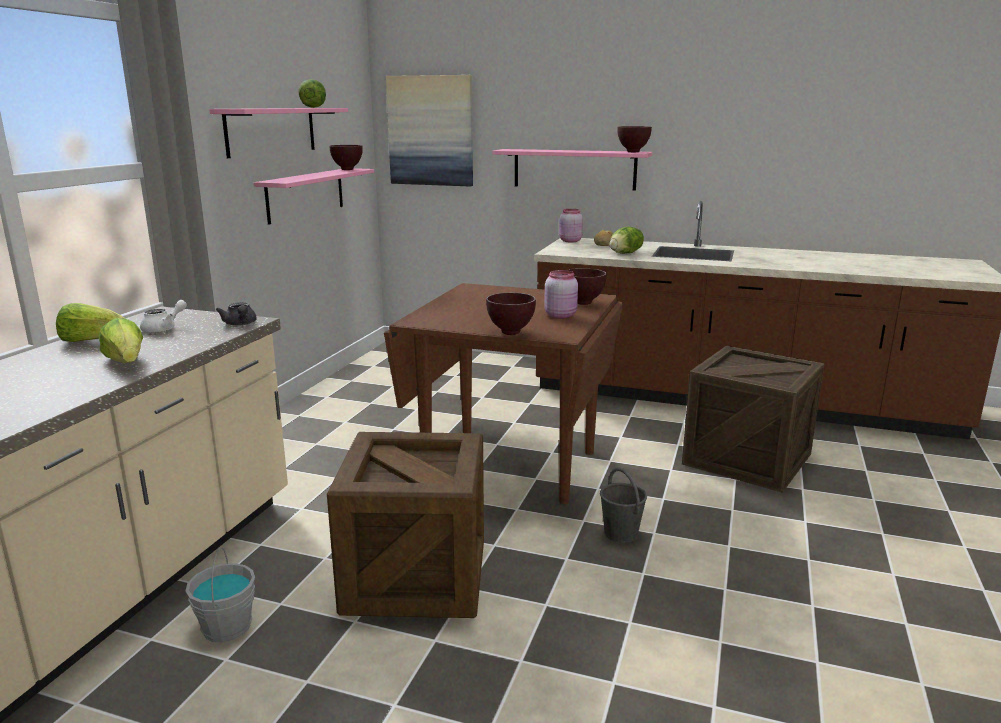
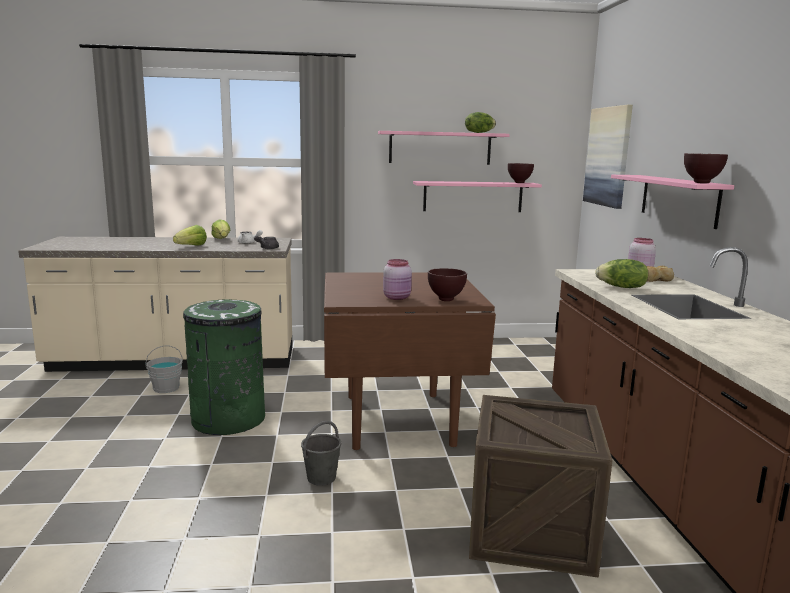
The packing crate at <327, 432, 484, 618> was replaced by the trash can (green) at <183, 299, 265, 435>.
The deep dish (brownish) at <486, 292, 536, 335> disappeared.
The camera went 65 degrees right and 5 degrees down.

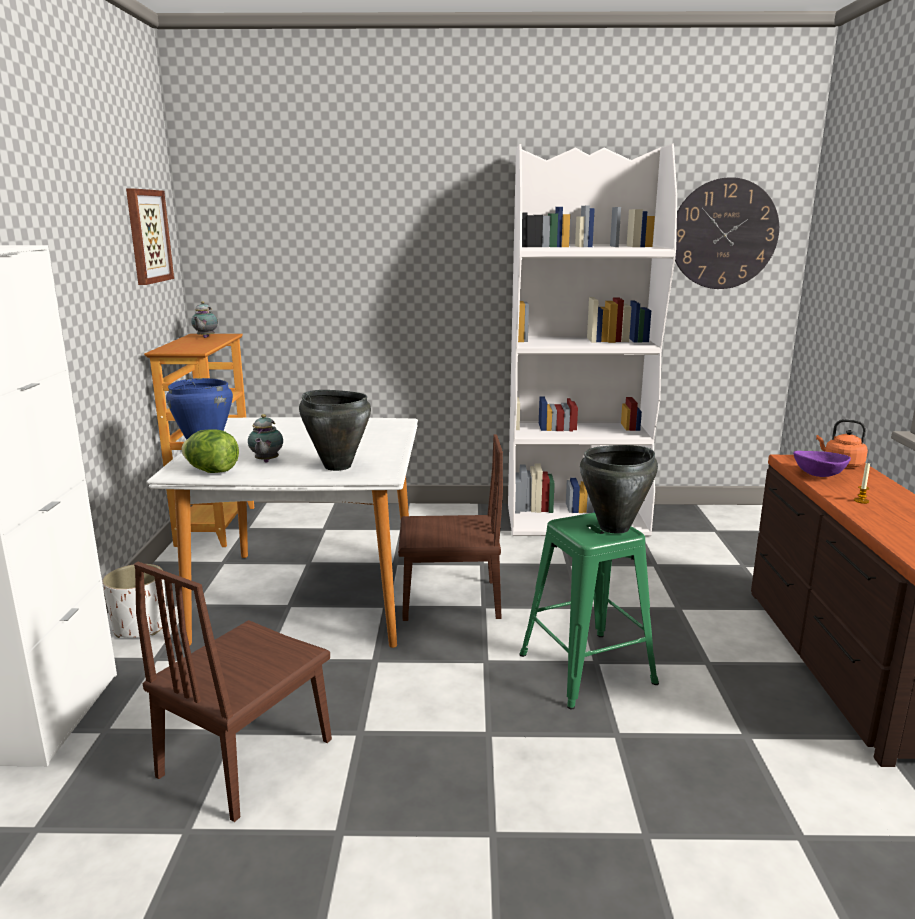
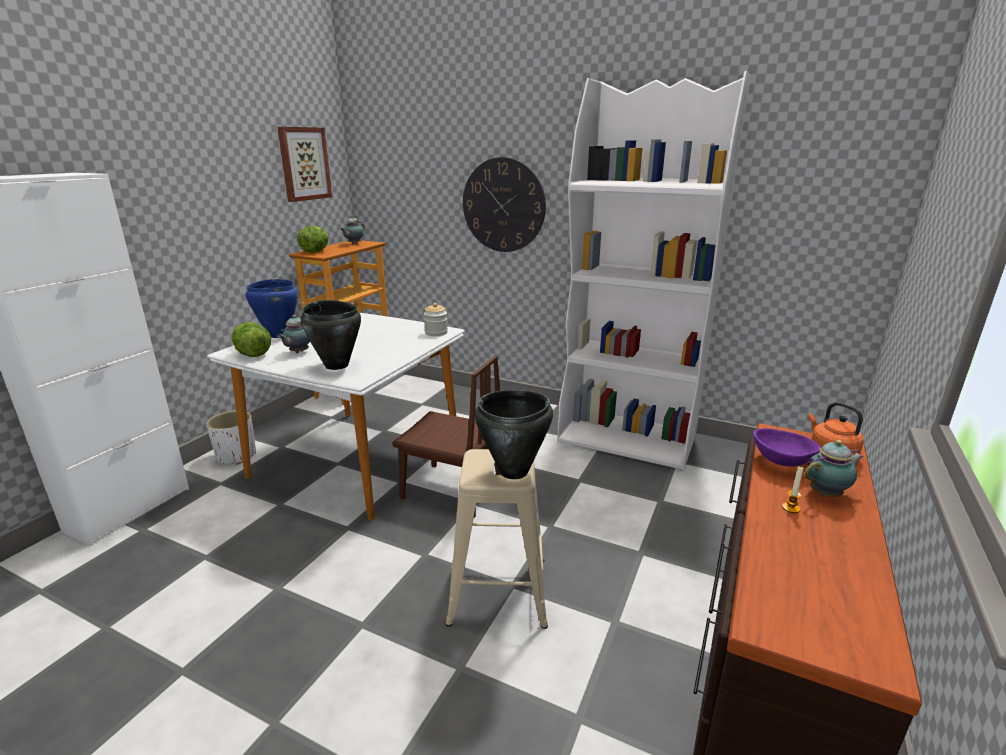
The lettuce at <297, 226, 329, 253> appeared.
The preserve jar at <424, 303, 448, 336> appeared.
The sitting stool (green) at <519, 512, 659, 709> became the sitting stool (beige-coloured) at <445, 449, 548, 629>.
The wall clock moved from <675, 177, 779, 289> to <463, 157, 546, 252>.
The teapot at <805, 440, 863, 497> appeared.
The chair (brownish) at <134, 562, 332, 822> disappeared.
The camera went 25 degrees right and 5 degrees up.

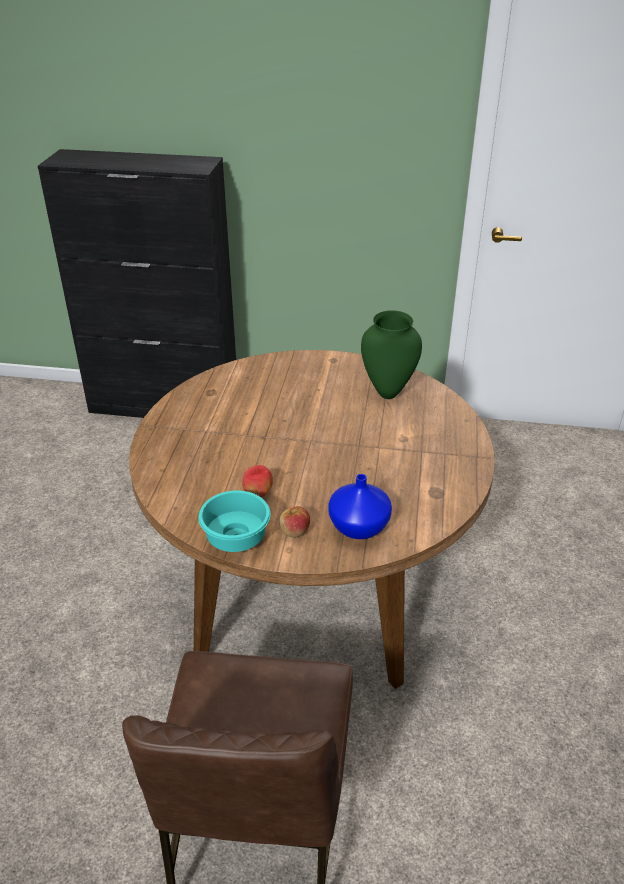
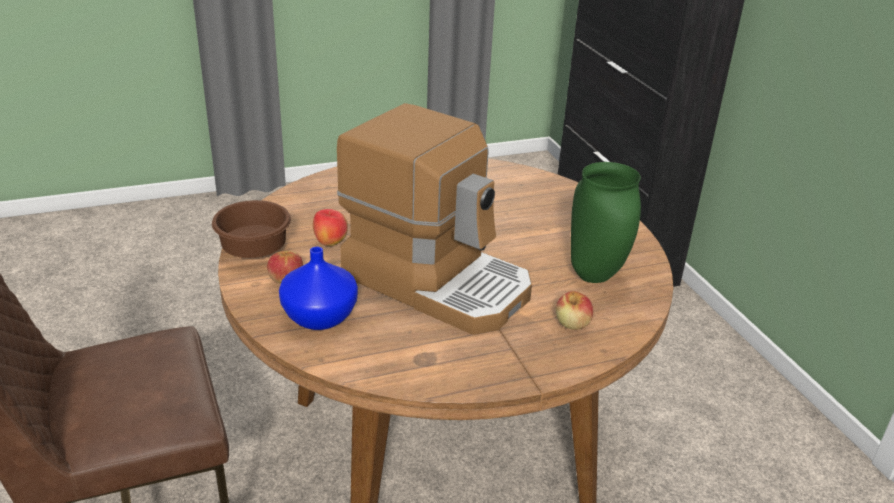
The deep dish (turquoise) at <198, 490, 270, 552> became the deep dish (brownish) at <212, 200, 291, 258>.
The coffee brewer at <337, 103, 532, 335> appeared.
The apple at <556, 291, 593, 330> appeared.
The camera went 60 degrees right and 5 degrees down.

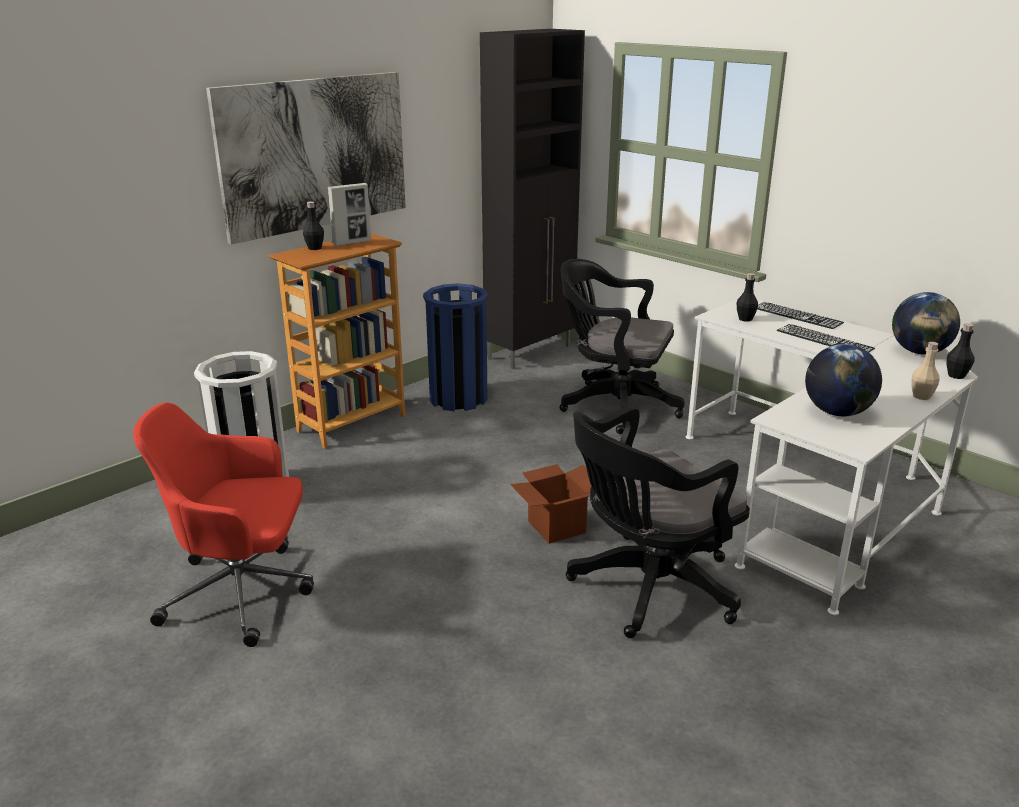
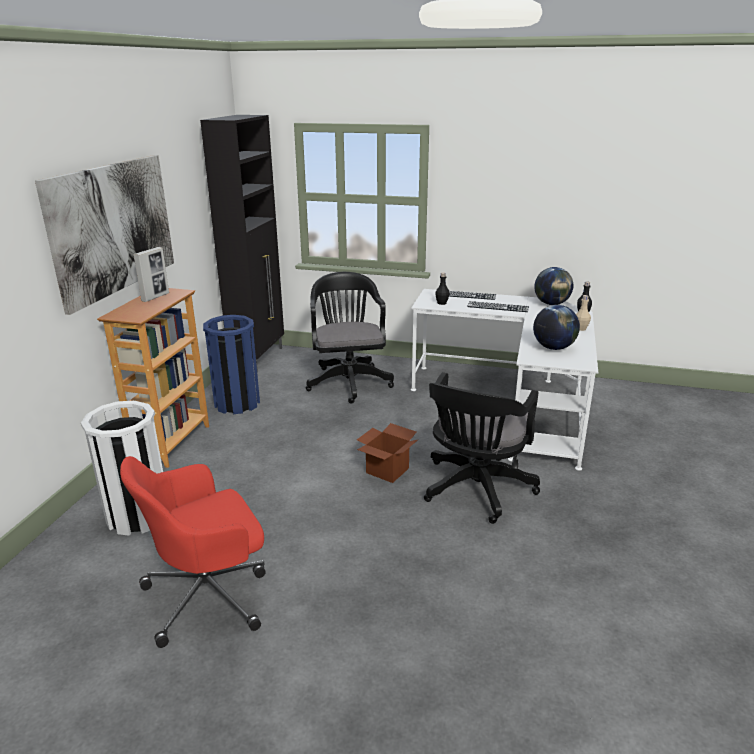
The computer chair (blackish) at <560, 259, 685, 434> turned 90 degrees clockwise.
The bottle (blackish) at <303, 201, 324, 250> disappeared.
The camera went 30 degrees left and 0 degrees up.

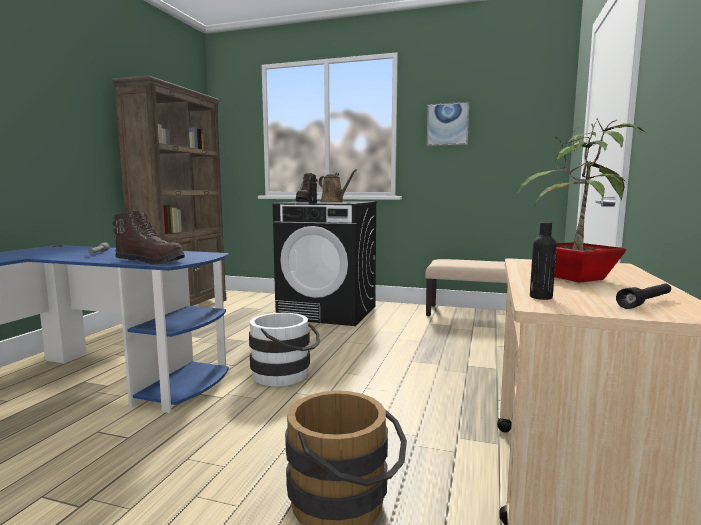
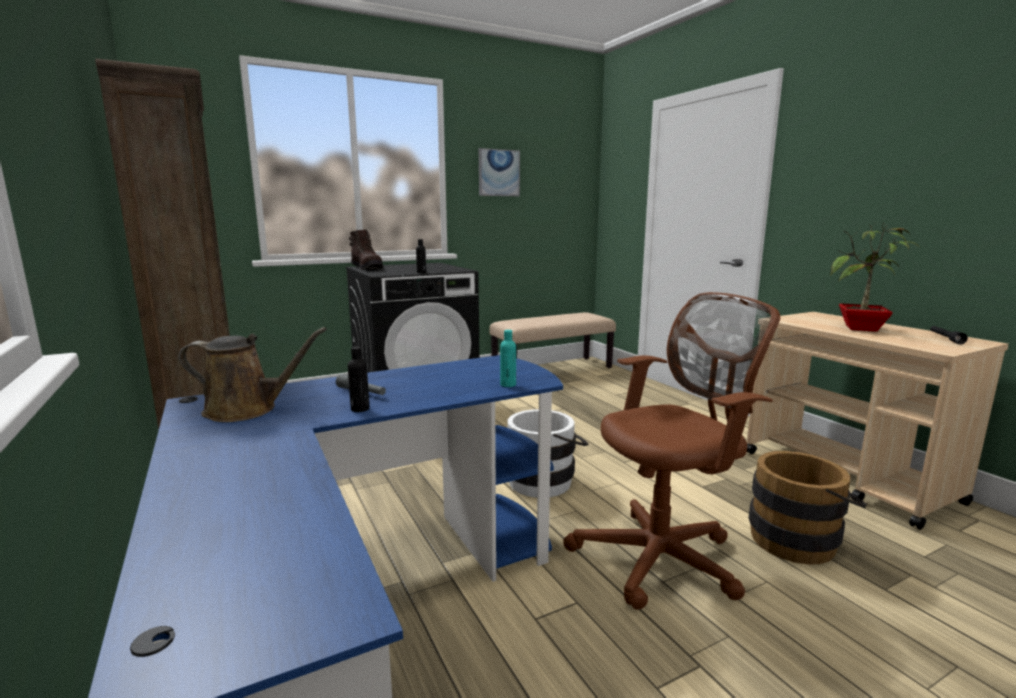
The watering pot (brownish) moved from <319, 169, 357, 202> to <178, 327, 327, 422>.
The bottle (blackish) moved from <530, 222, 557, 300> to <348, 346, 370, 412>.
The high-top boot (brownish) at <112, 209, 185, 265> was replaced by the bottle (turquoise) at <500, 330, 516, 387>.
The computer chair (brownish) at <563, 292, 780, 610> appeared.
The camera went 45 degrees left and 5 degrees up.

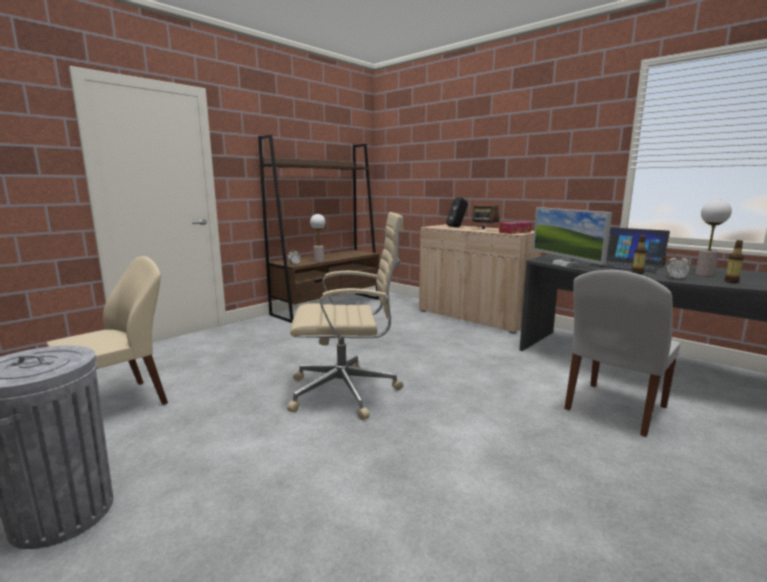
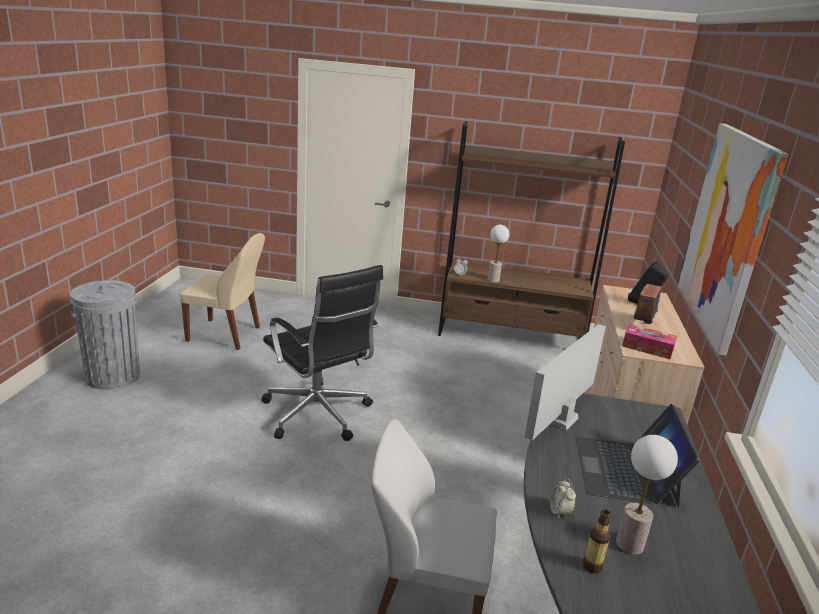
The computer chair (beige-coloured) at <287, 212, 404, 420> became the computer chair (blackish) at <261, 265, 383, 441>.
The wall picture at <677, 123, 788, 356> appeared.
The bottle at <632, 235, 647, 274> disappeared.
The camera went 55 degrees right and 10 degrees up.

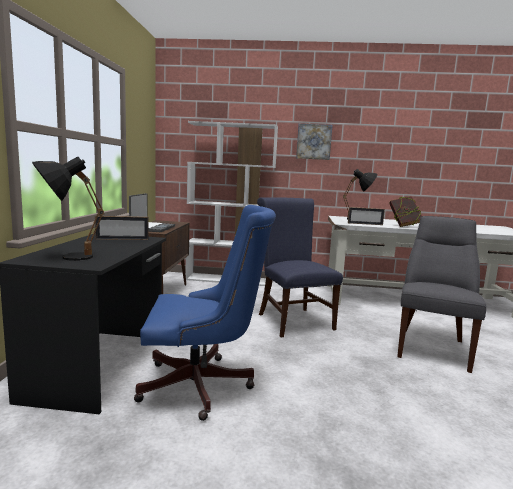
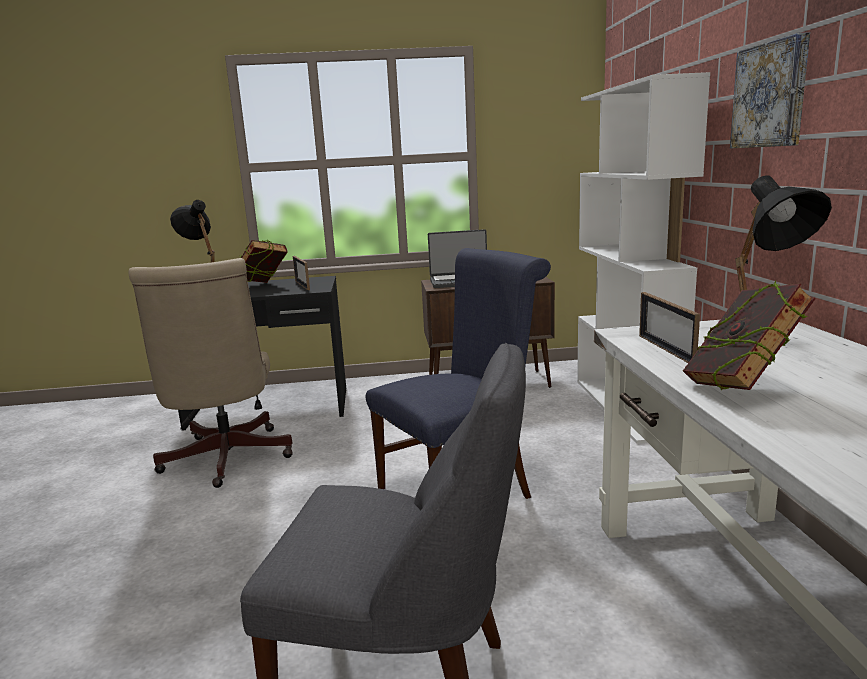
The computer chair (blue) at <134, 205, 276, 421> became the computer chair (beige-coloured) at <128, 258, 293, 488>.
The book at <240, 240, 287, 283> appeared.
The camera went 80 degrees right and 5 degrees up.

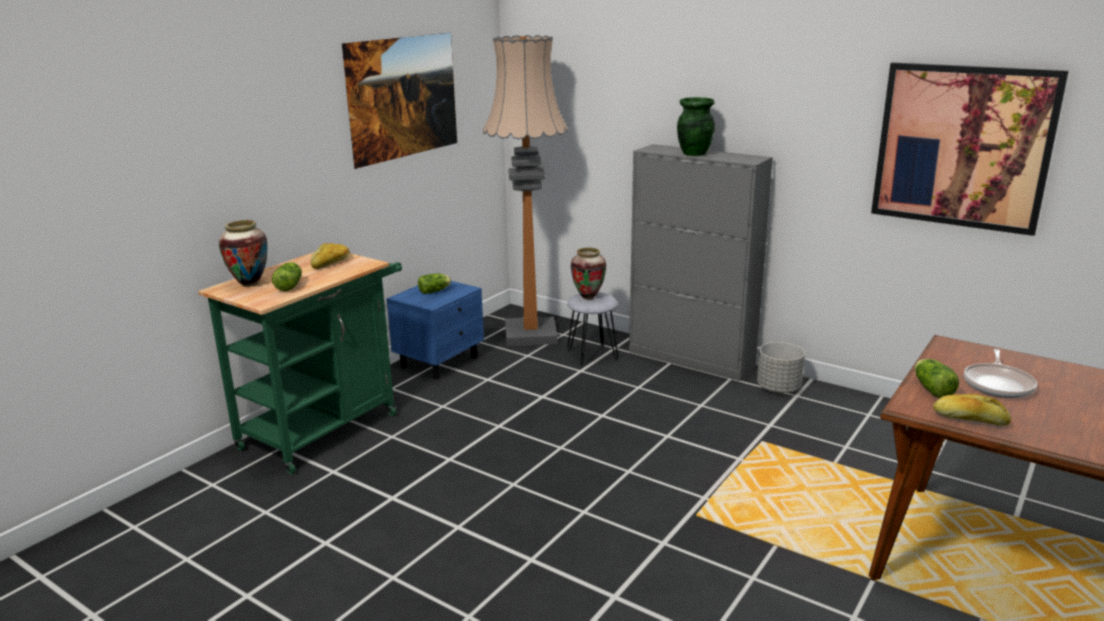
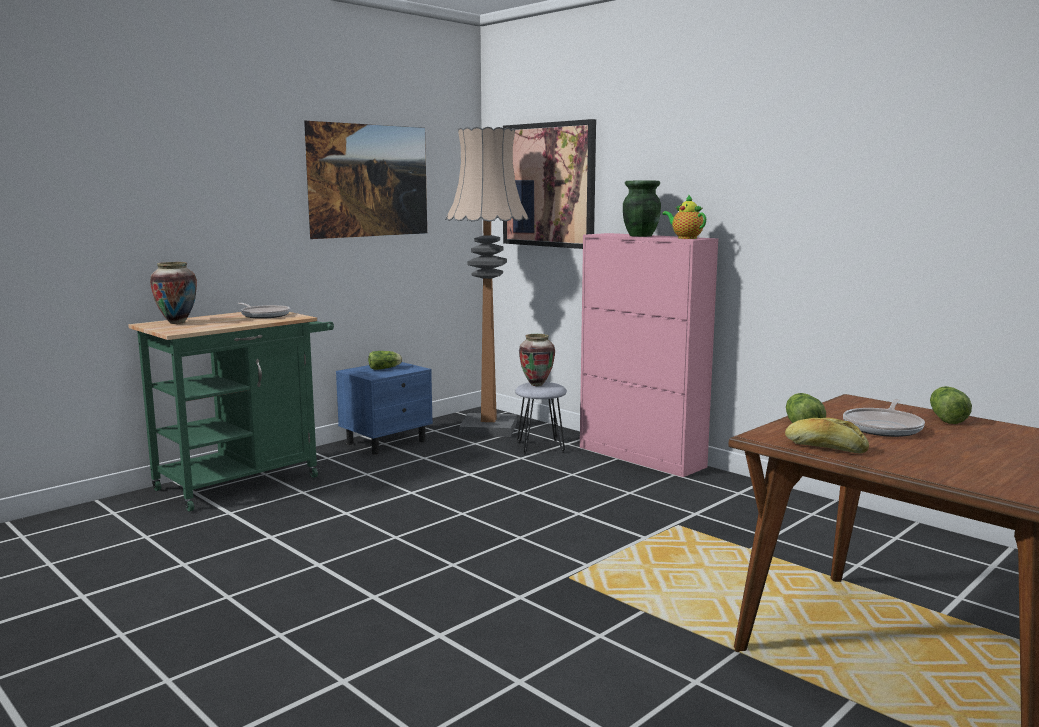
The bread at <311, 243, 350, 269> was replaced by the pan at <238, 303, 290, 319>.
The wall picture moved from <871, 62, 1069, 236> to <503, 119, 596, 249>.
The cupboard (grey) at <629, 144, 773, 381> became the cupboard (pink-coloured) at <580, 233, 718, 477>.
The teapot at <662, 194, 706, 239> appeared.
The lettuce moved from <272, 262, 302, 291> to <930, 386, 972, 424>.
The flower pot (grey) at <757, 342, 805, 393> disappeared.
The camera went 10 degrees right and 10 degrees down.

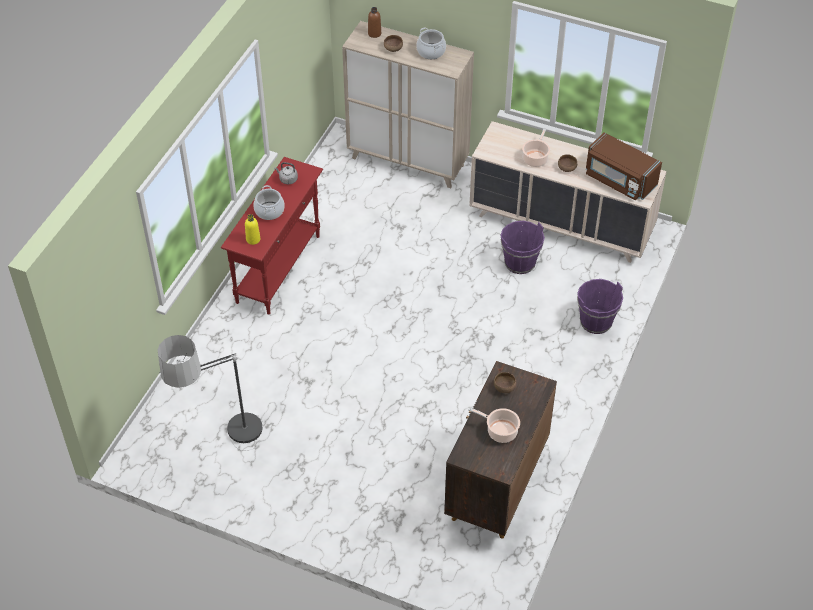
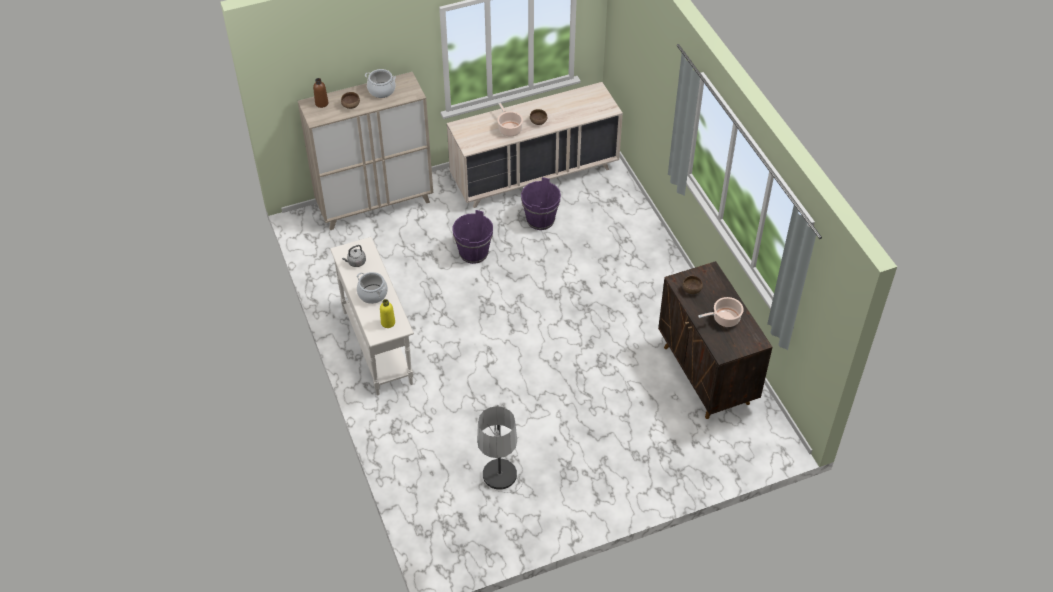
The narrow table (red-coloured) at <221, 157, 323, 315> became the narrow table (white-coloured) at <330, 237, 414, 395>.
The bucket (purplish) moved from <577, 279, 623, 334> to <453, 210, 493, 264>.
The microwave (brownish) at <586, 132, 662, 200> disappeared.
The camera went 45 degrees left and 0 degrees up.

